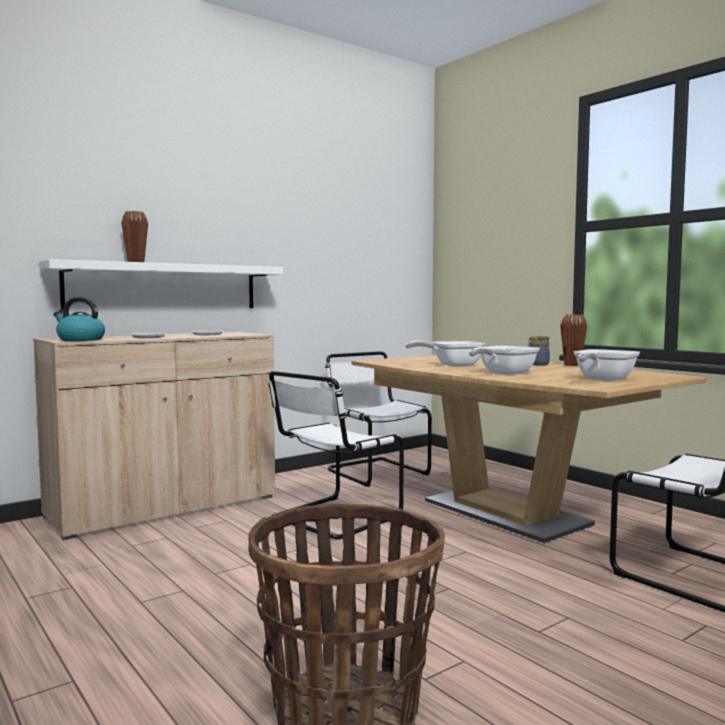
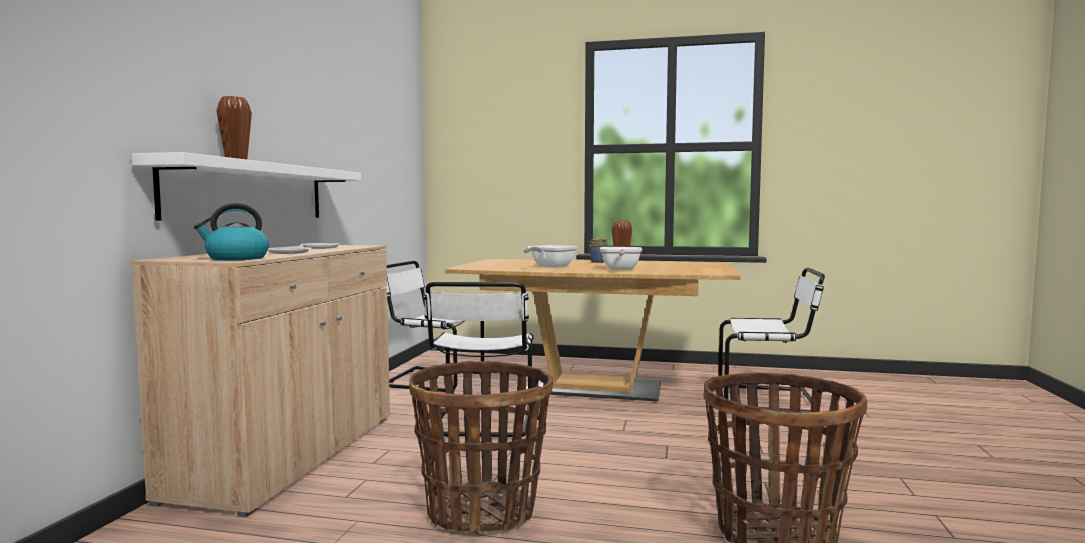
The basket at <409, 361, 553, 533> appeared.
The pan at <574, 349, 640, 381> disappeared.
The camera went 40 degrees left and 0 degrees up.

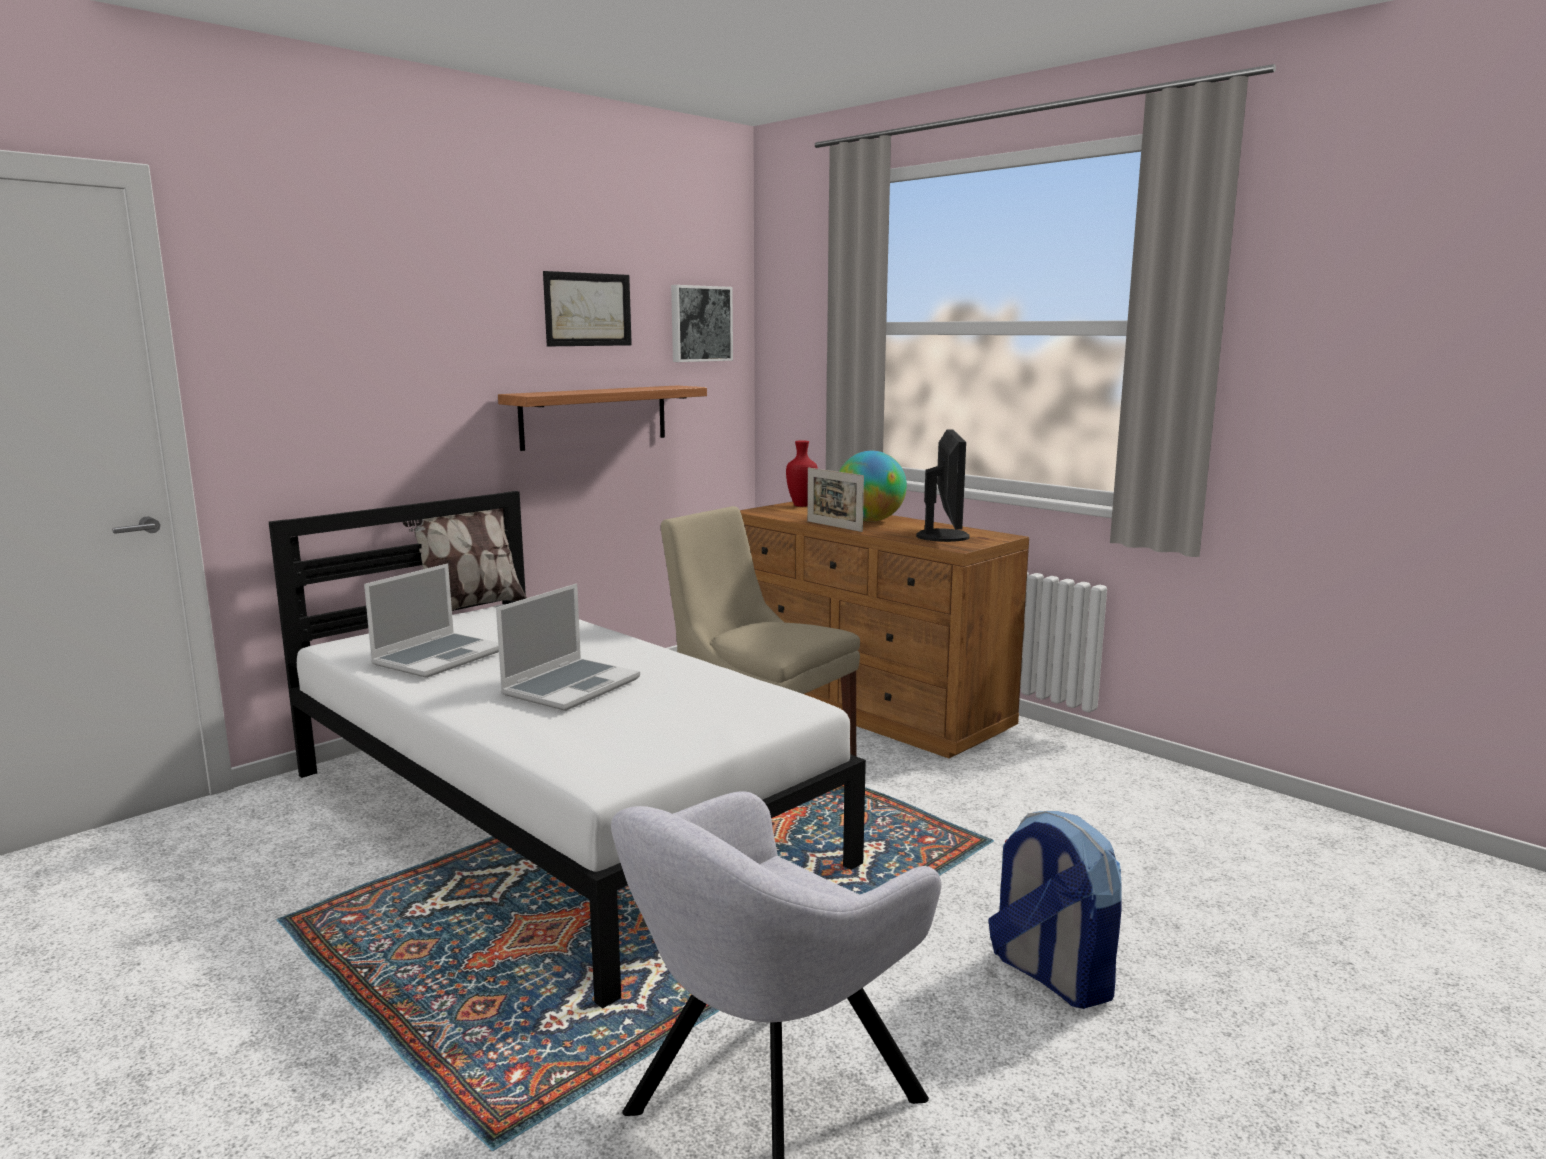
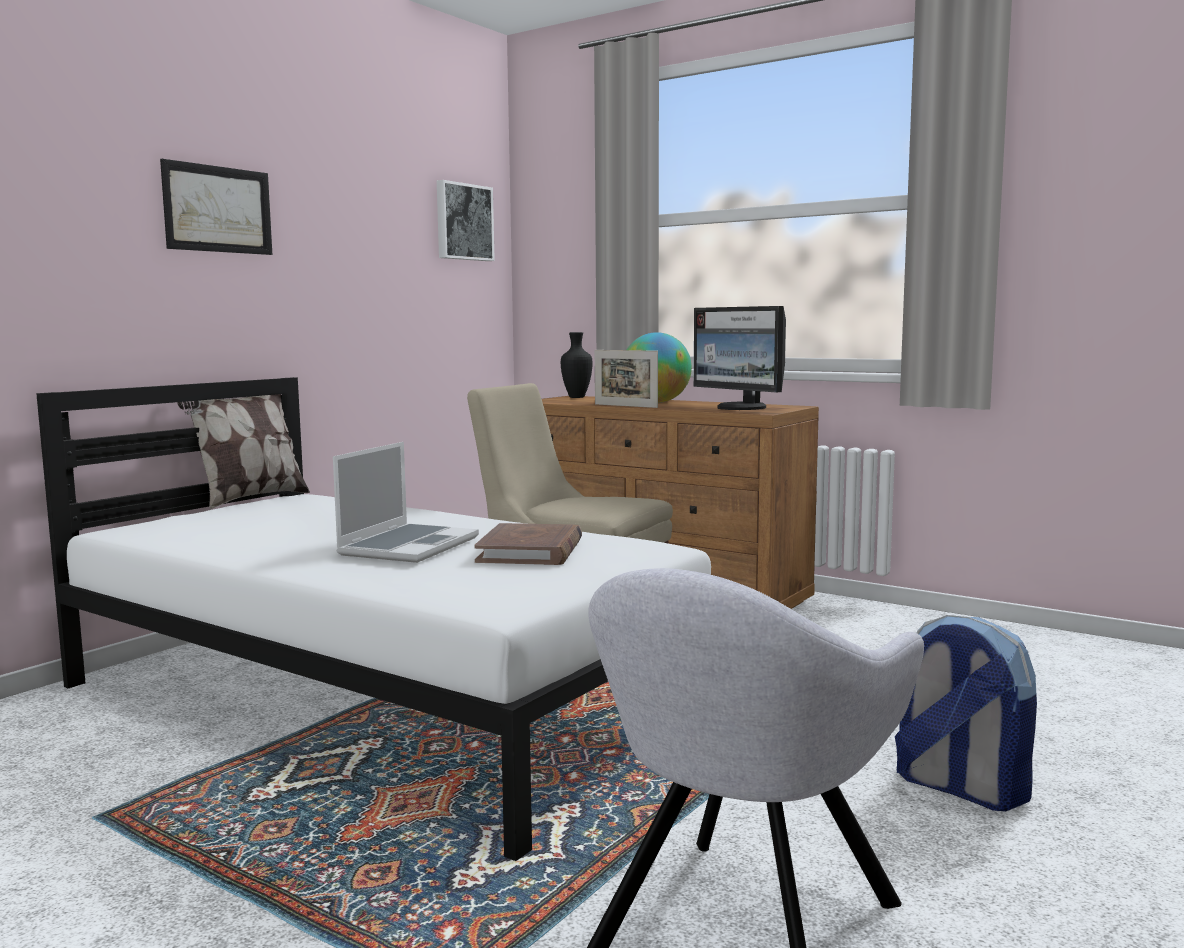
The wall picture moved from <543, 271, 632, 346> to <160, 159, 273, 255>.
The book (brownish) at <474, 523, 582, 565> appeared.
The flower vase (red-coloured) at <786, 440, 818, 507> became the flower vase (blackish) at <561, 332, 593, 398>.
The computer display at <916, 430, 970, 542> turned 150 degrees clockwise.
The portable computer at <364, 563, 499, 678> disappeared.
The wall shelf at <498, 386, 707, 451> disappeared.
The camera went 10 degrees left and 5 degrees down.

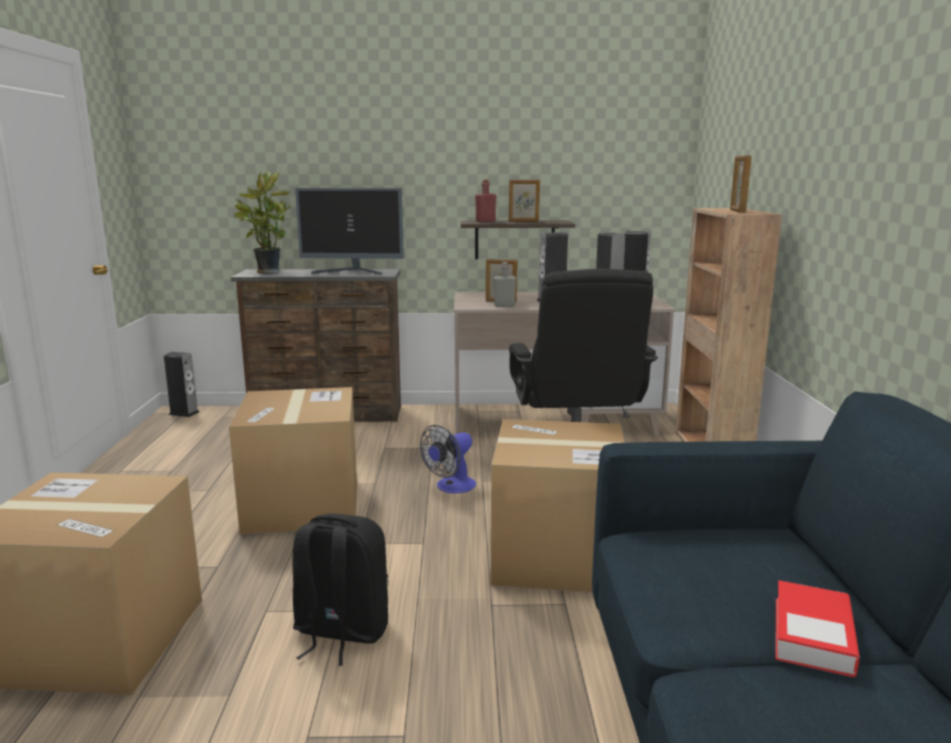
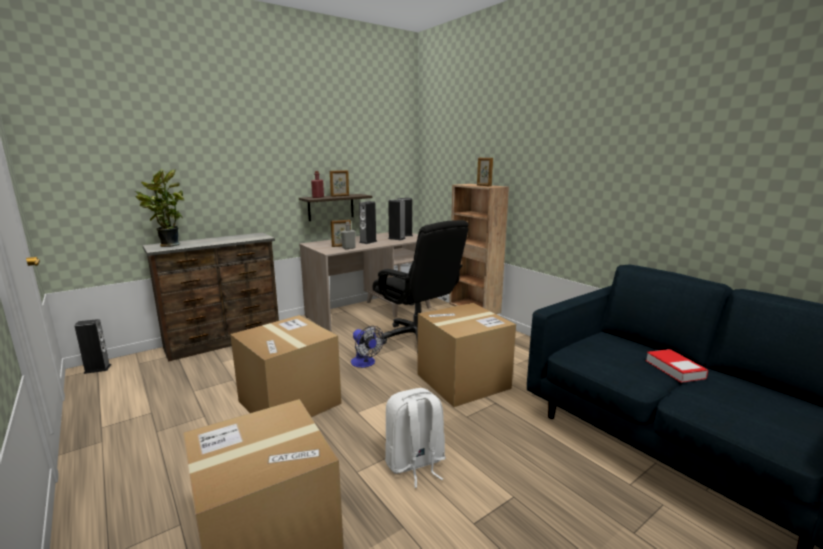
The electric fan at <420, 425, 476, 493> turned 45 degrees counterclockwise.
The knapsack (blackish) at <293, 513, 389, 666> became the knapsack (white-coloured) at <385, 388, 446, 488>.
The computer display at <295, 188, 404, 275> disappeared.
The camera went 35 degrees left and 0 degrees up.

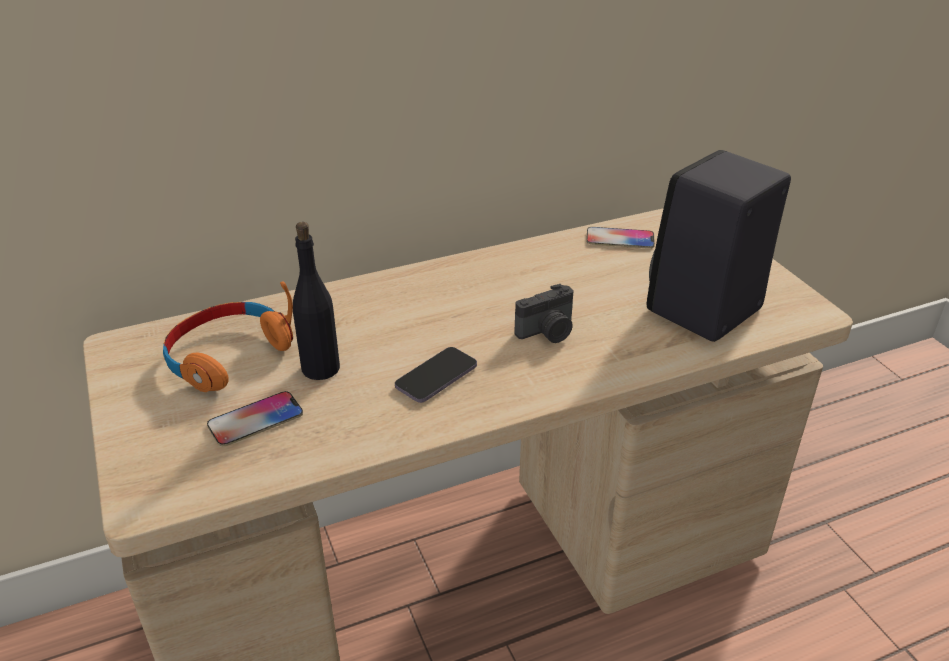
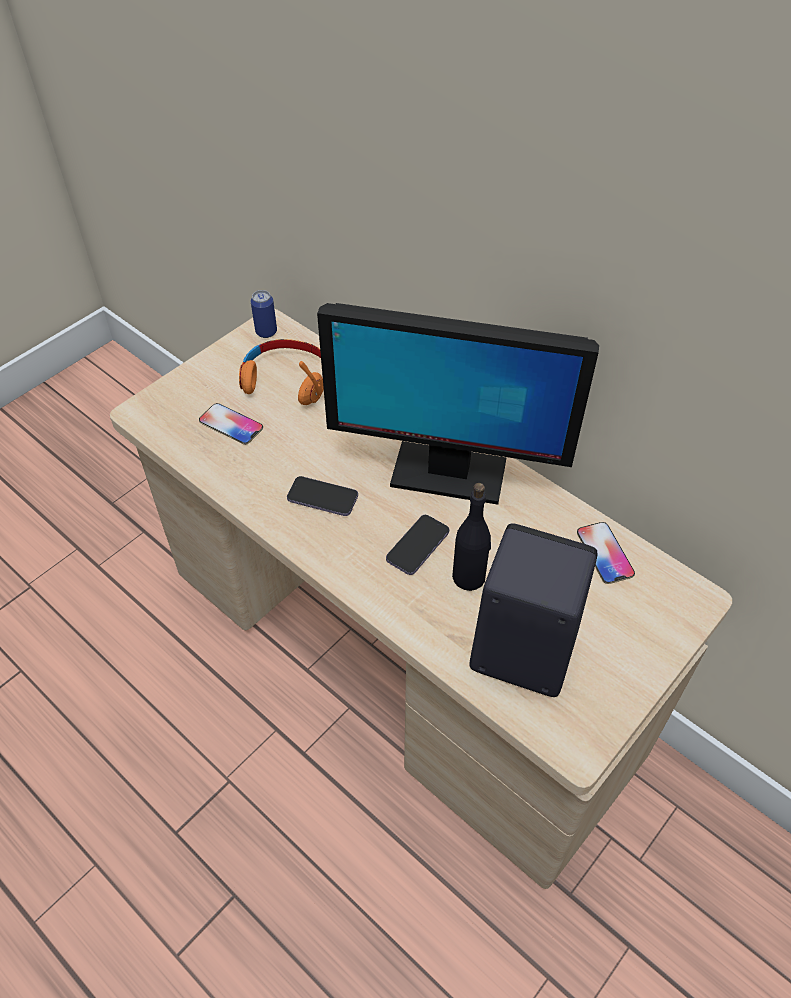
The can at <251, 290, 277, 338> appeared.
The computer display at <317, 303, 599, 505> appeared.
The photo camera at <514, 284, 574, 343> was replaced by the phone at <386, 515, 449, 575>.
The bottle (blackish) moved from <293, 222, 340, 380> to <452, 483, 491, 591>.
The camera went 65 degrees right and 15 degrees up.

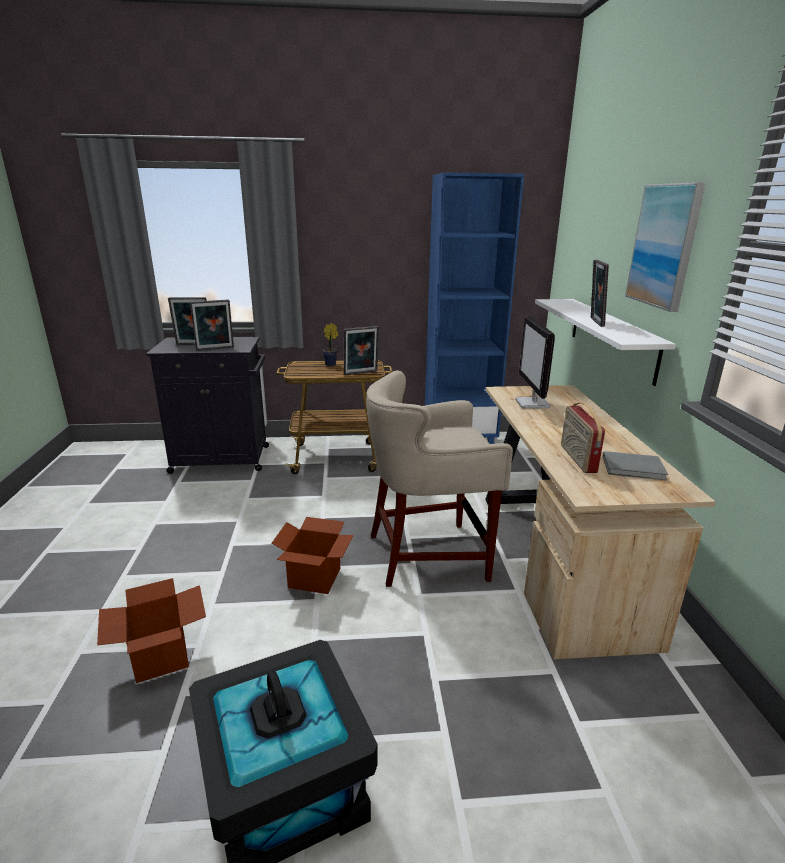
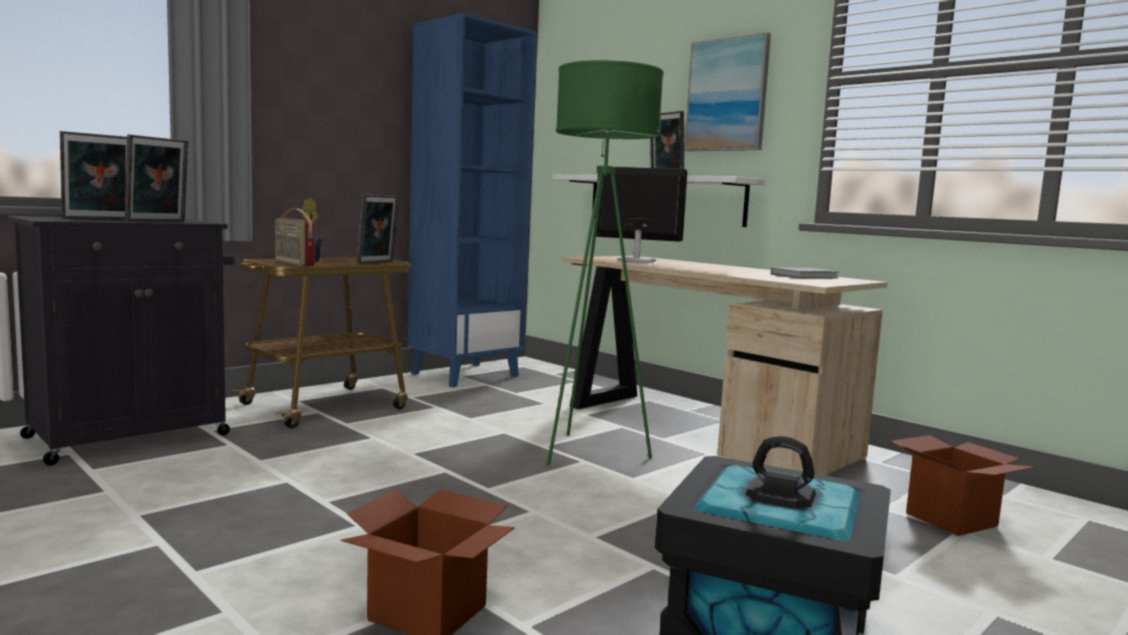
The radio moved from <561, 403, 605, 473> to <275, 208, 315, 266>.
The sitting stool (beige-coloured) at <366, 370, 513, 587> was replaced by the floor lamp (green) at <547, 60, 664, 465>.
The computer display at <515, 316, 555, 409> turned 150 degrees clockwise.
The packing box moved from <272, 517, 353, 594> to <890, 435, 1036, 536>.
The camera went 40 degrees left and 15 degrees down.

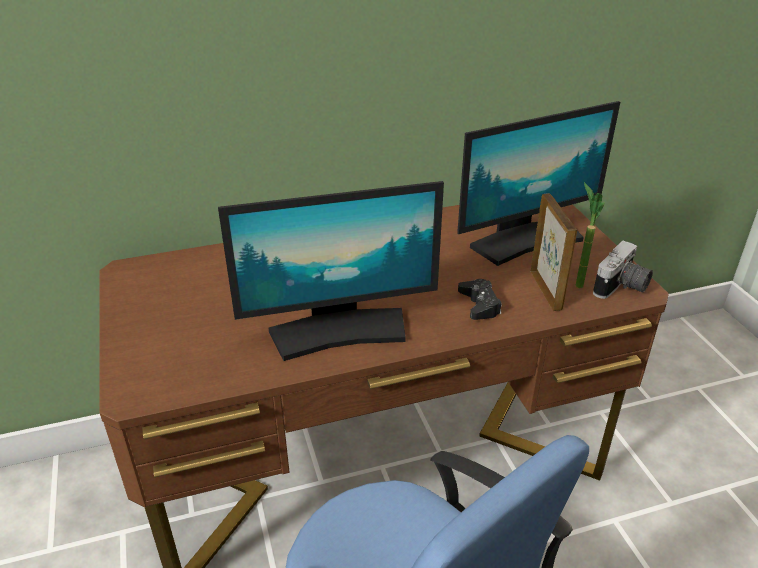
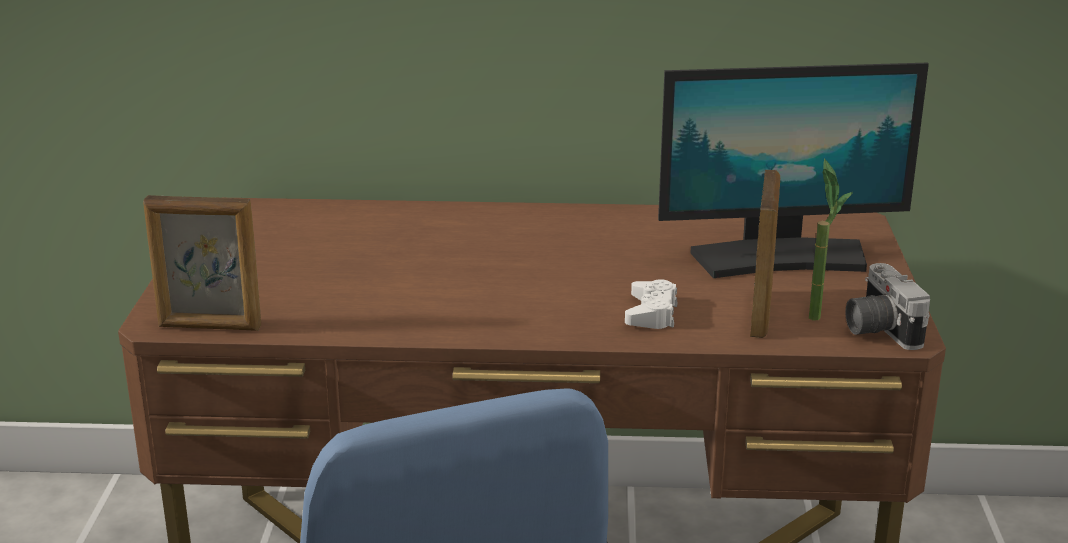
The photo frame at <143, 195, 261, 331> appeared.
The game controller (blackish) at <458, 279, 502, 320> became the game controller (white-coloured) at <625, 279, 678, 329>.
The photo camera at <593, 241, 653, 299> turned 105 degrees clockwise.
The computer display at <218, 181, 444, 361> disappeared.
The camera went 20 degrees right and 10 degrees down.

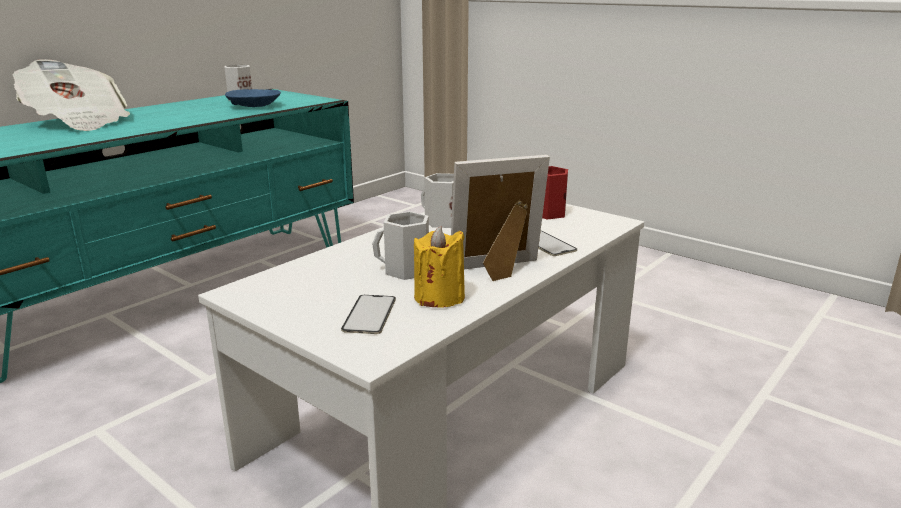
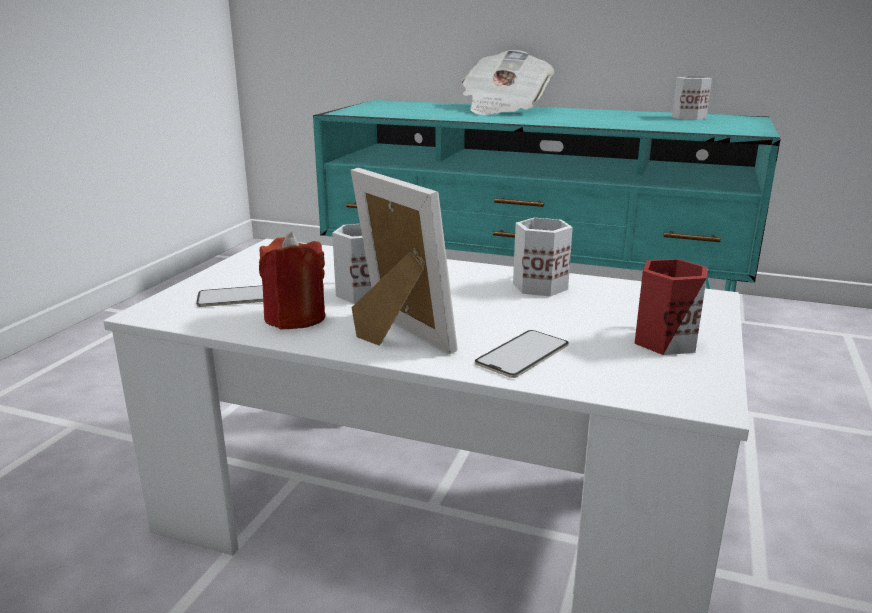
The wax light (yellowish) at <414, 226, 465, 307> became the wax light (red-coloured) at <259, 232, 325, 329>.
The deep dish (blue) at <225, 89, 281, 107> disappeared.
The camera went 70 degrees right and 0 degrees up.

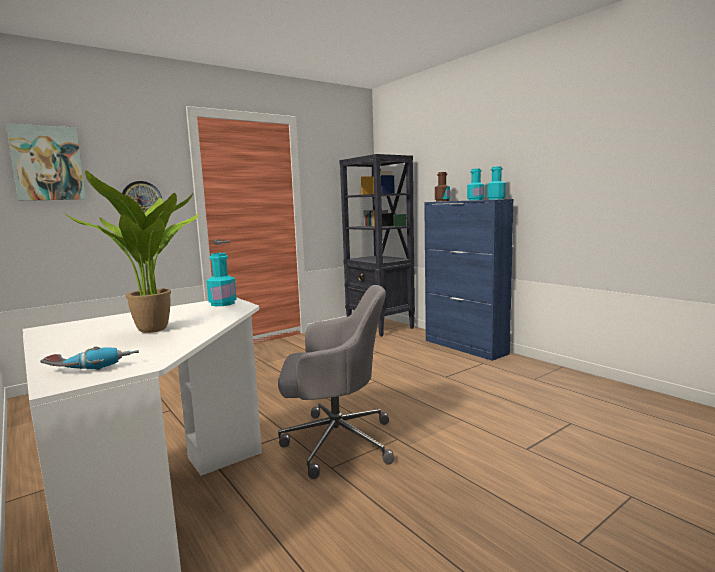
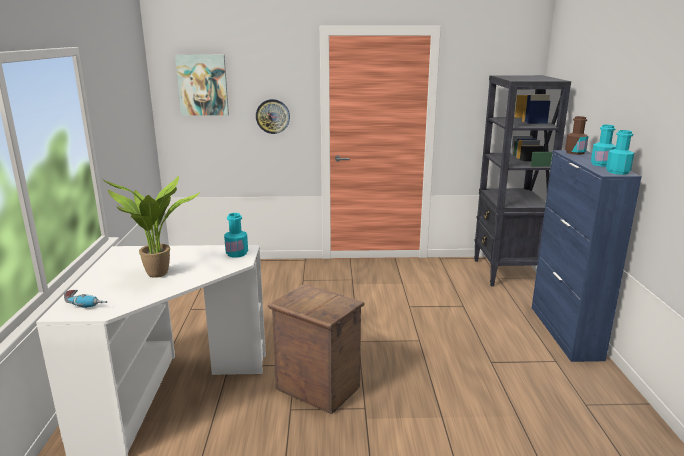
The computer chair (grey) at <278, 285, 394, 479> was replaced by the packing crate at <268, 284, 364, 414>.
The camera went 35 degrees right and 10 degrees up.

